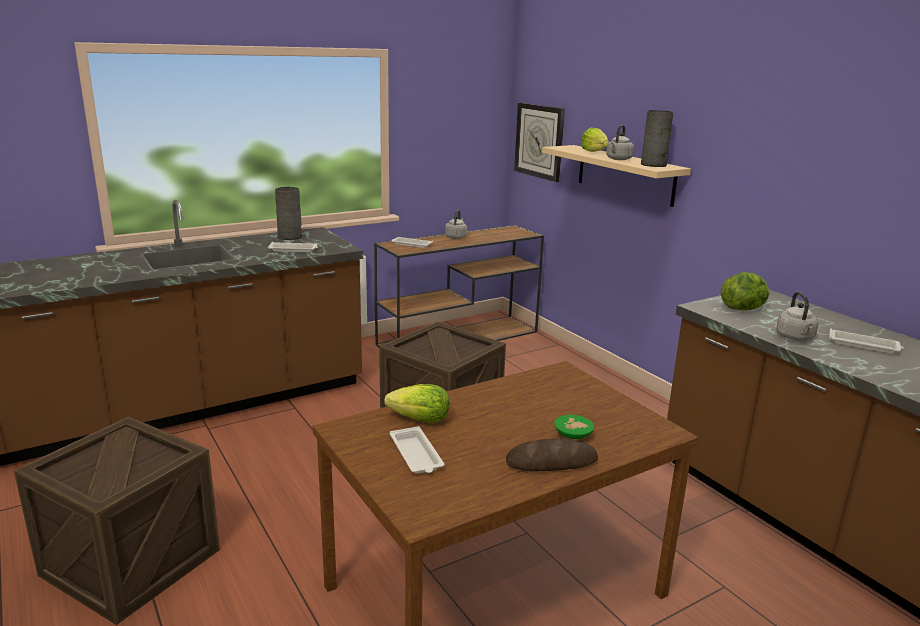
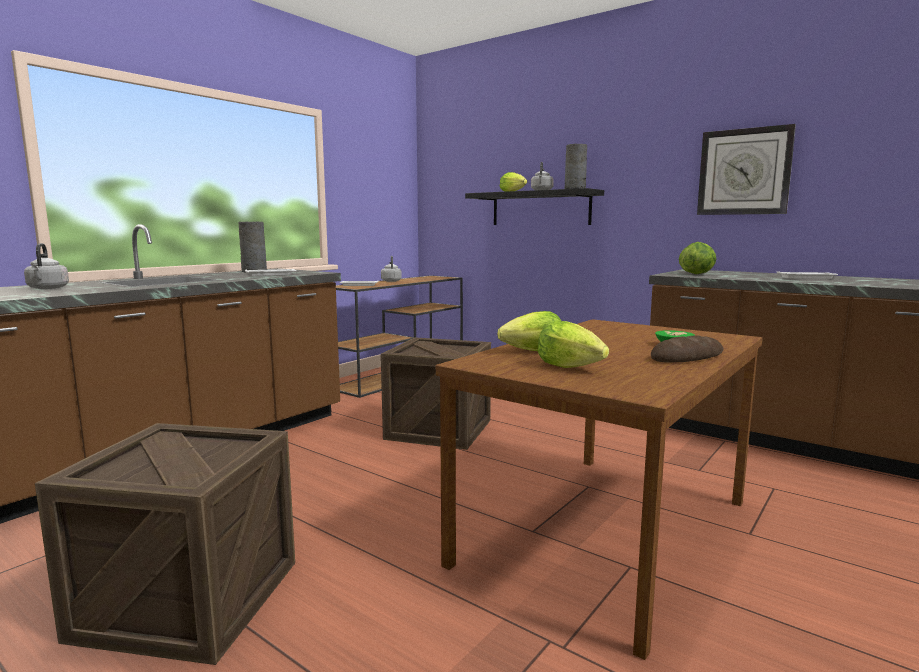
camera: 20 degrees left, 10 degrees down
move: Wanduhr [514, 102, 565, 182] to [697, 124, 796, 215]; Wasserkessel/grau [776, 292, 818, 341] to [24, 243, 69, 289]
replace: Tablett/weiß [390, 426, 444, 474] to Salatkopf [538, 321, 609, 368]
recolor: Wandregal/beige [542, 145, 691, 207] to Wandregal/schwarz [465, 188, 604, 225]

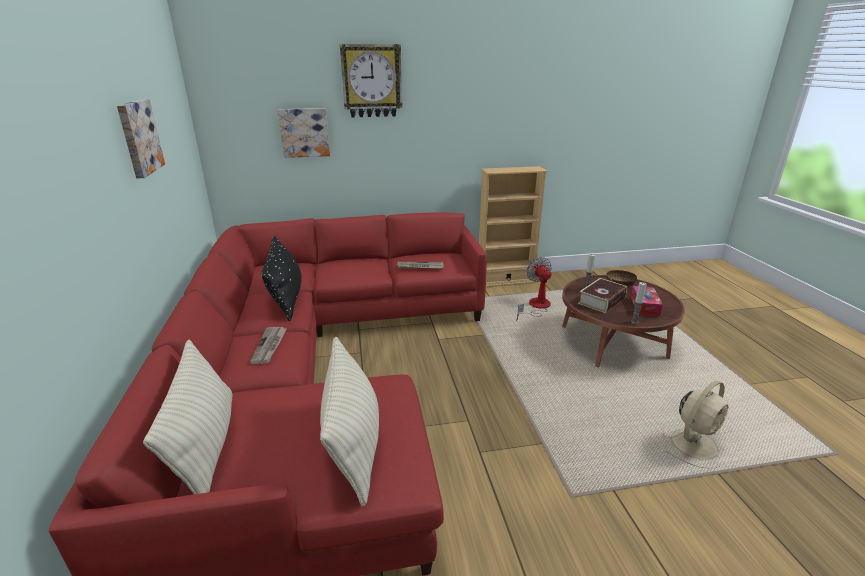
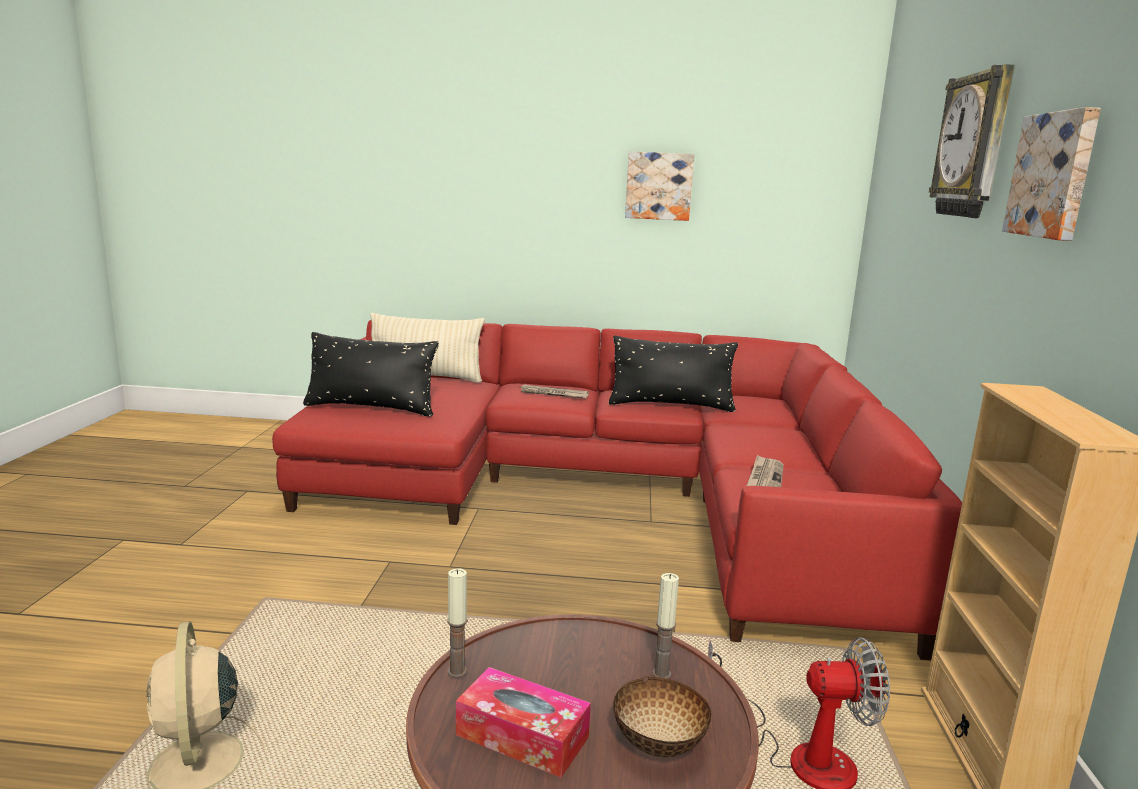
camera: 105 degrees right, 10 degrees down
delete: Buch [578, 278, 627, 313]
move: Bild [278, 108, 330, 158] to [1002, 107, 1101, 241]
recolor: Kissen/beige [320, 337, 379, 506] to Kissen/schwarz [303, 332, 439, 416]

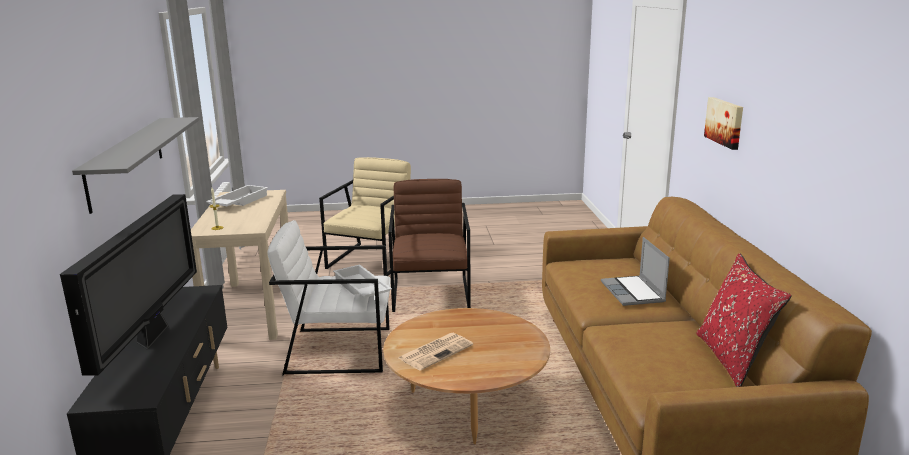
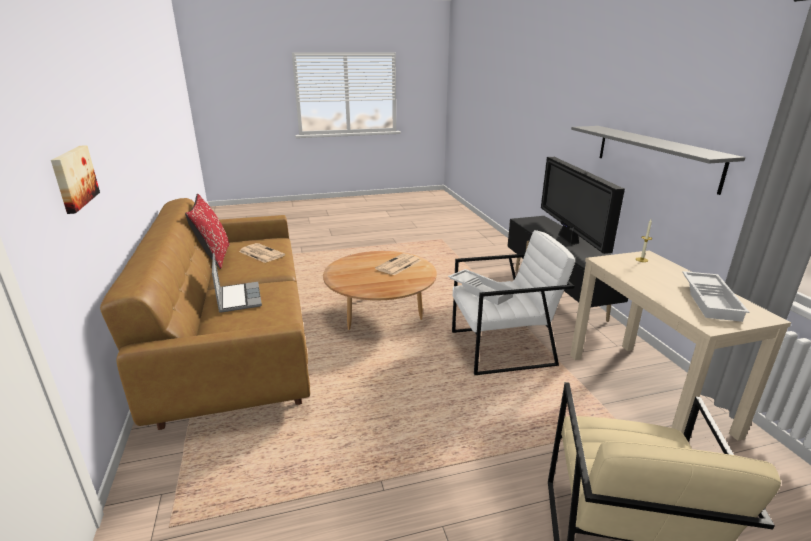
camera: 170 degrees right, 5 degrees up
delete: Sessel/braun [388, 179, 471, 312]
insert: Zeitung [239, 243, 285, 263]

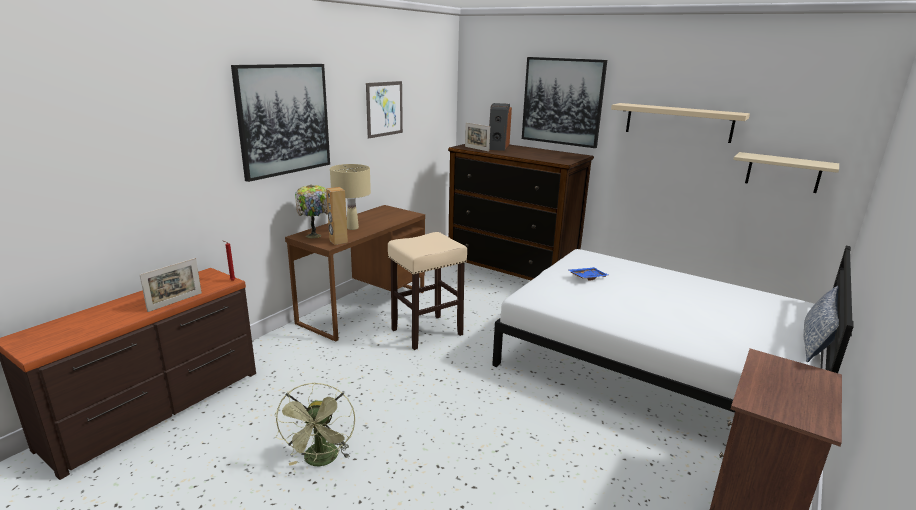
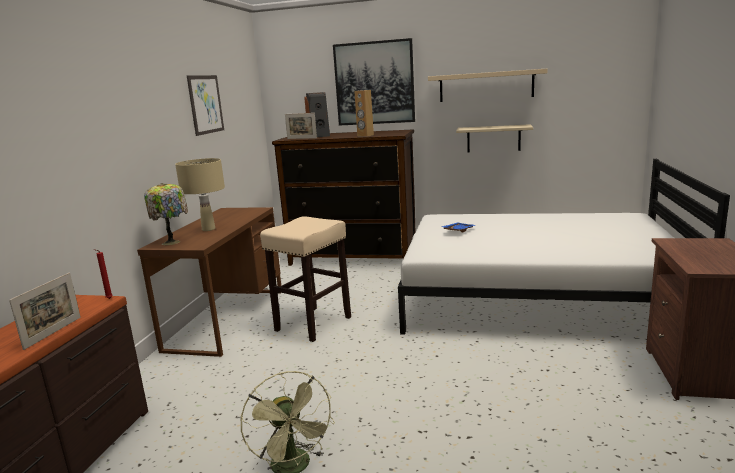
camera: 20 degrees left, 5 degrees down
delete: Bild [231, 64, 330, 182]; Kissen [804, 286, 839, 362]
move: Wandregal/beige [733, 152, 839, 193] to [456, 124, 533, 152]; Lautsprecher/braun [326, 187, 348, 245] to [354, 90, 374, 137]

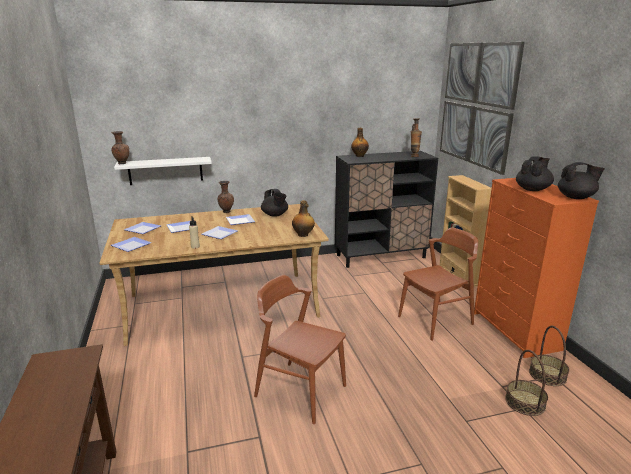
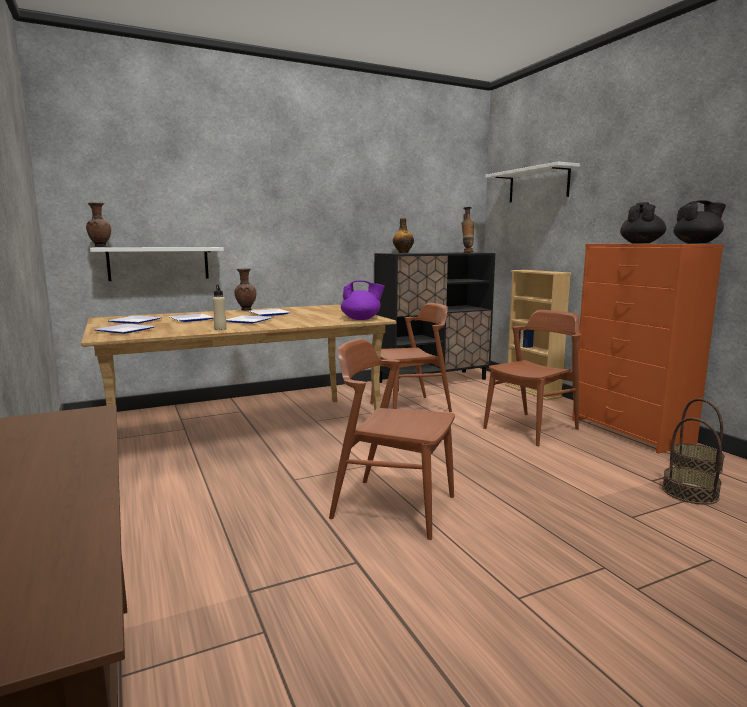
camera: 10 degrees left, 10 degrees down
delete: Teekanne/schwarz [261, 189, 288, 217]
insert: Stuhl/braun [370, 303, 452, 412]
replace: Bild [440, 42, 525, 175] to Wandregal/weiß [485, 162, 580, 203]; Flasche [292, 200, 315, 237] to Teekanne/lila [341, 280, 385, 320]

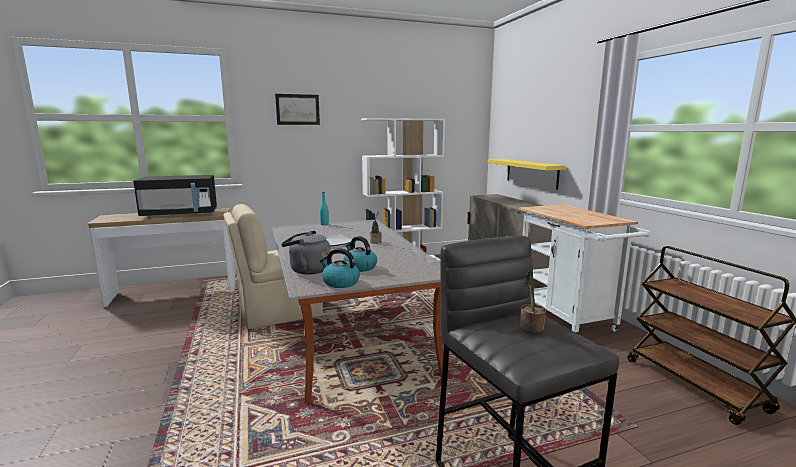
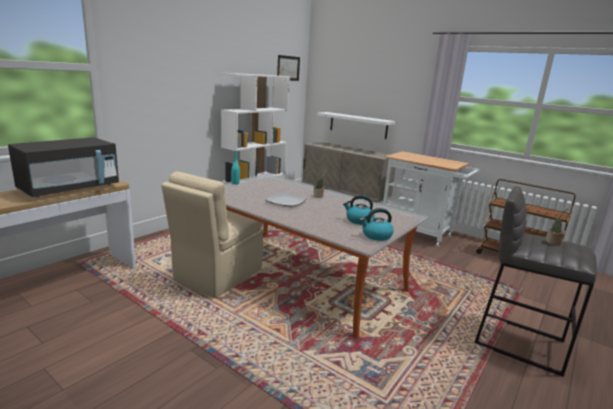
camera: 35 degrees left, 5 degrees up
delete: Wasserkessel/grau [281, 231, 331, 275]
move: Bild [275, 94, 320, 125] to [277, 55, 300, 81]
recolor: Wandregal/gelb [488, 159, 566, 190] to Wandregal/weiß [317, 112, 395, 139]

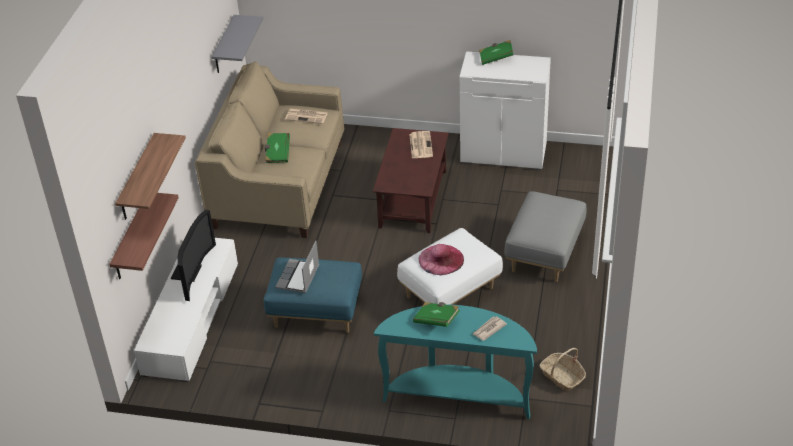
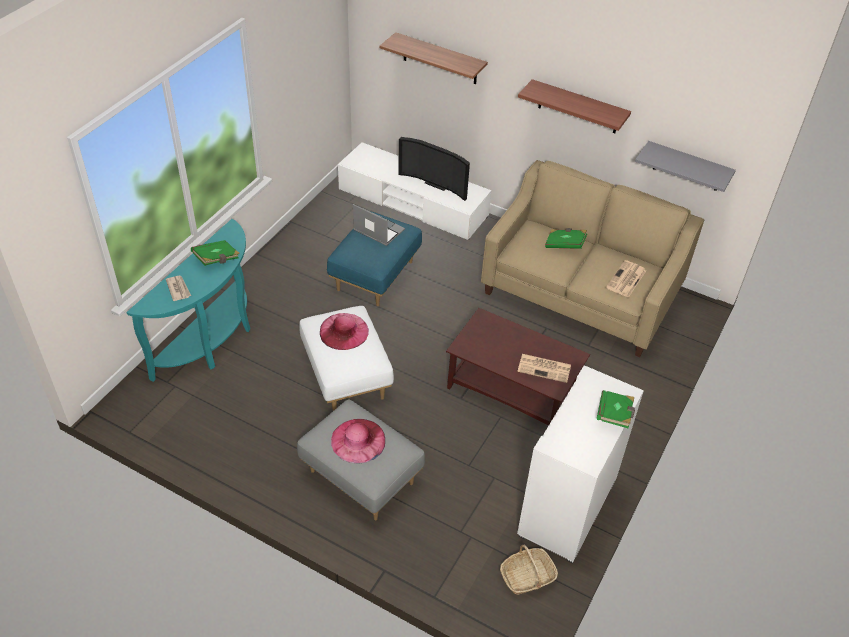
camera: 105 degrees right, 5 degrees up
insert: Hut/rosa [331, 419, 385, 463]
move: Wandregal [109, 193, 179, 279] to [518, 79, 631, 133]; Korb [539, 348, 586, 391] to [500, 544, 558, 595]

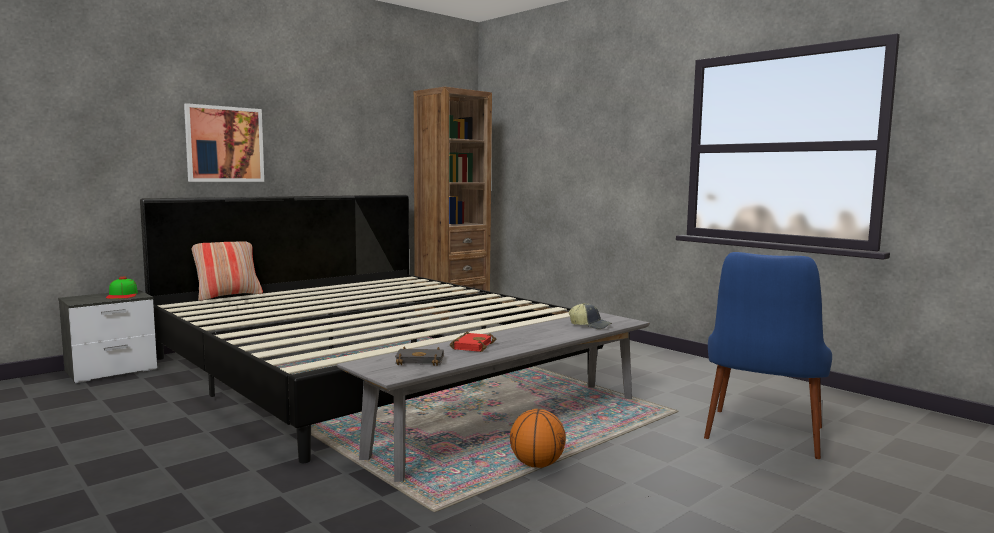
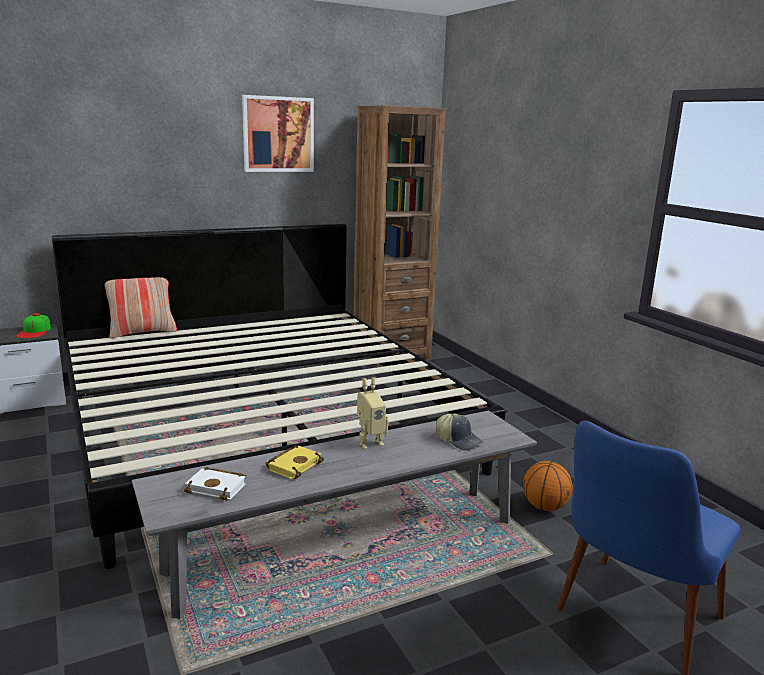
camera: 15 degrees right, 10 degrees up
insert: Spielzeugroboter [357, 377, 388, 449]
move: Bild [184, 103, 264, 182] to [242, 95, 314, 172]; Basketball [510, 409, 566, 468] to [523, 461, 573, 511]
recolor: Buch/rot [450, 331, 496, 352] to Buch/gelb [265, 445, 324, 479]; Buch/schwarz [395, 347, 443, 366] to Buch/weiß [184, 467, 246, 501]

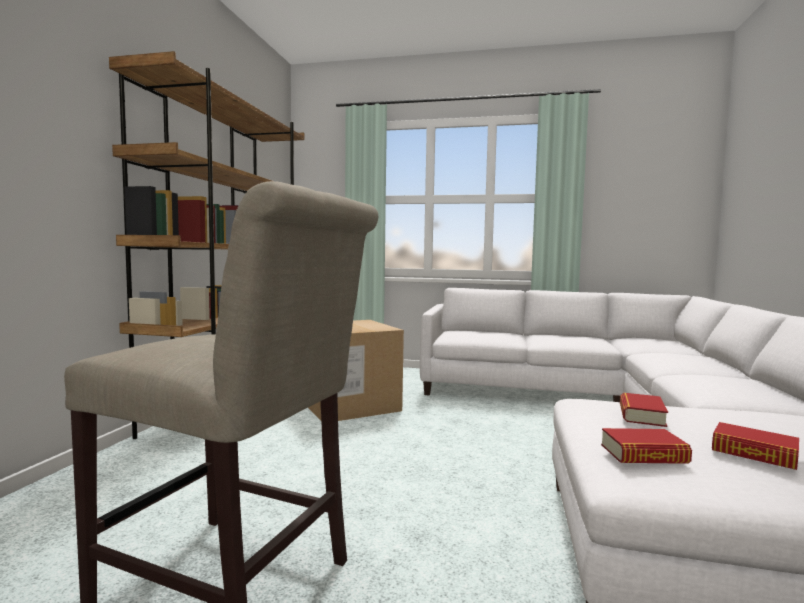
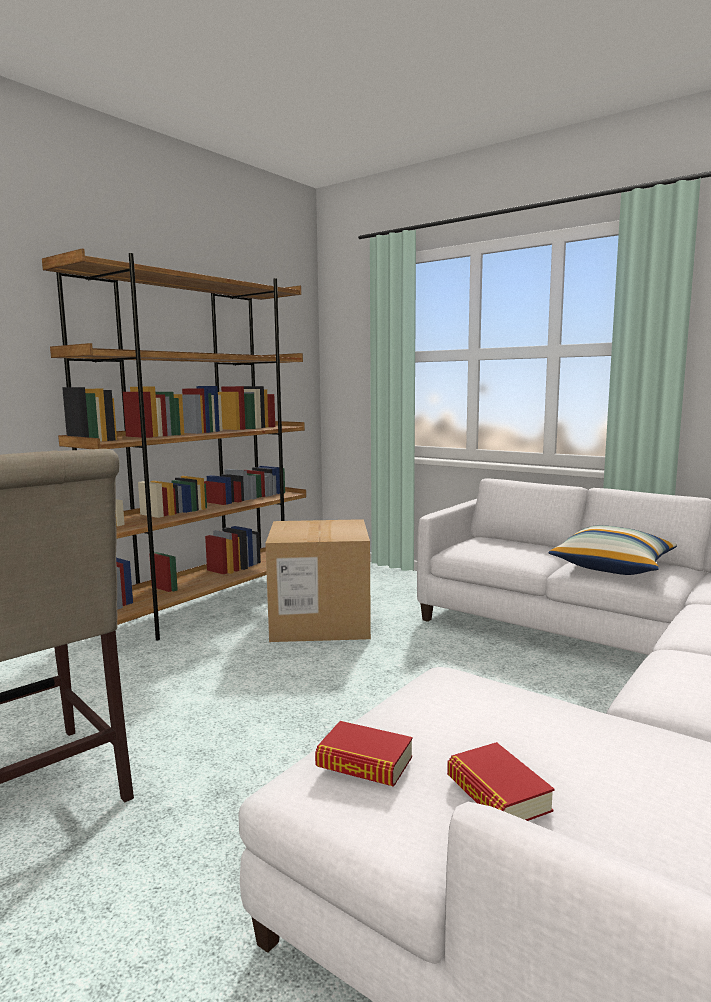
camera: 25 degrees right, 5 degrees up
delete: Buch [620, 392, 668, 427]
insert: Kissen [549, 525, 677, 575]

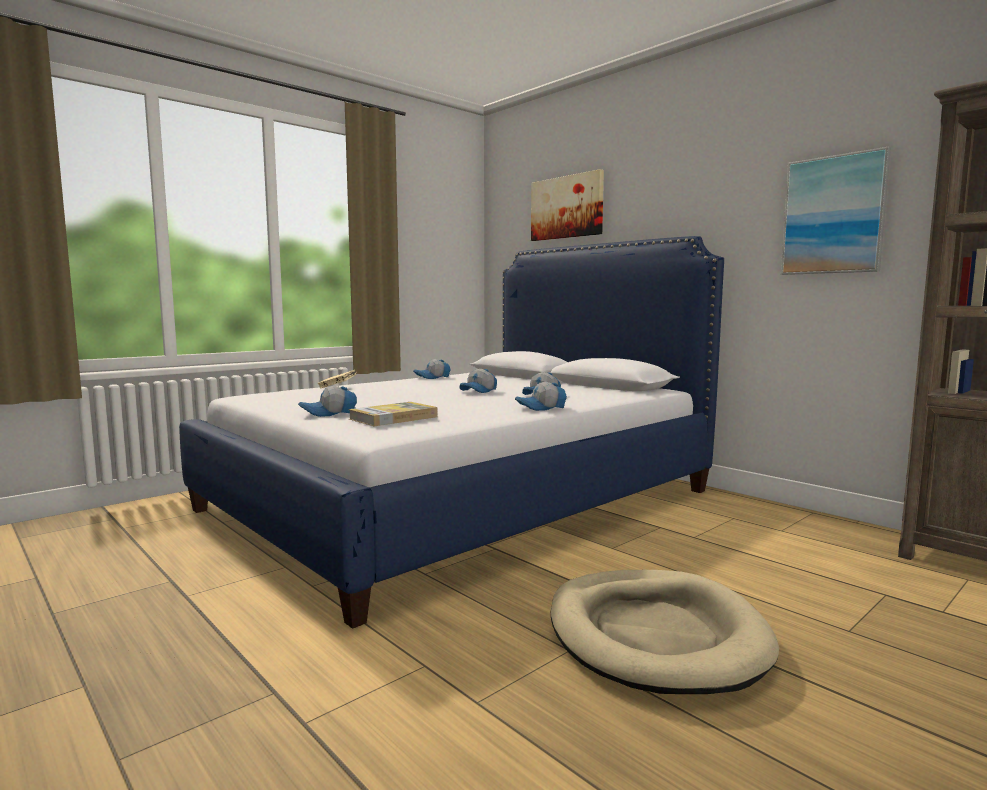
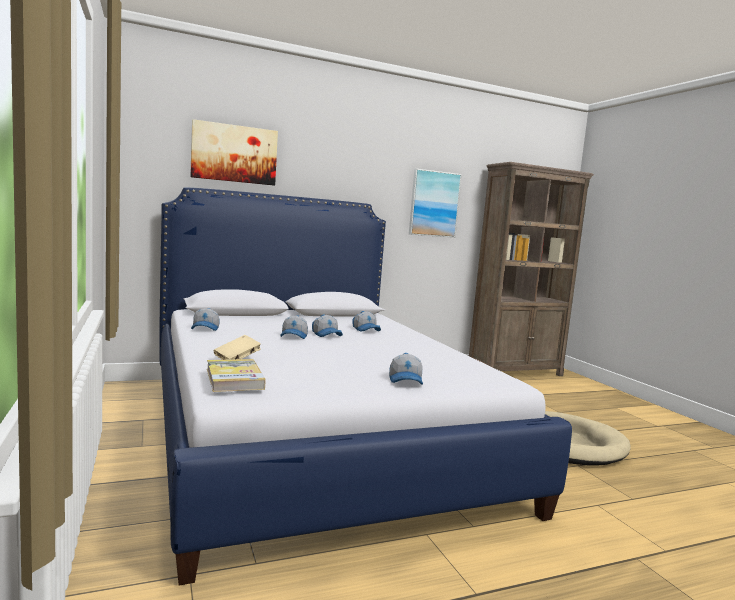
camera: 70 degrees left, 0 degrees up
move: Kappe [515, 382, 567, 411] to [281, 315, 308, 339]; Buch [349, 402, 438, 426] to [207, 359, 266, 392]

